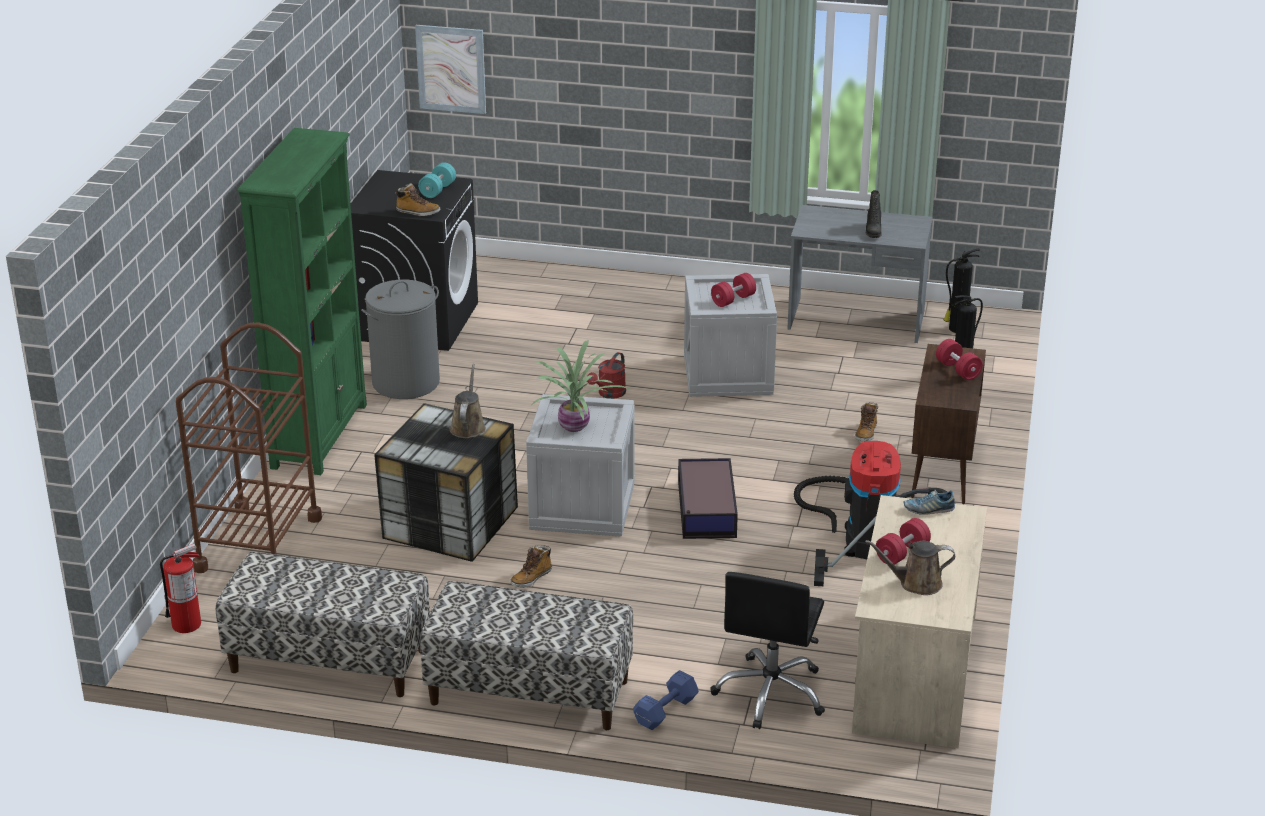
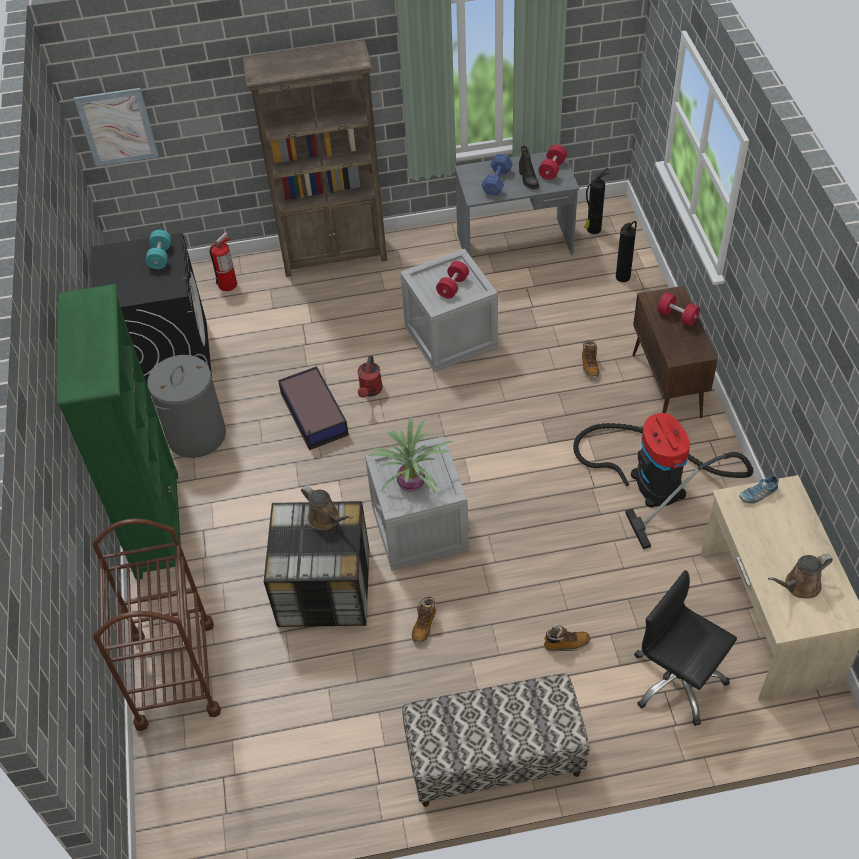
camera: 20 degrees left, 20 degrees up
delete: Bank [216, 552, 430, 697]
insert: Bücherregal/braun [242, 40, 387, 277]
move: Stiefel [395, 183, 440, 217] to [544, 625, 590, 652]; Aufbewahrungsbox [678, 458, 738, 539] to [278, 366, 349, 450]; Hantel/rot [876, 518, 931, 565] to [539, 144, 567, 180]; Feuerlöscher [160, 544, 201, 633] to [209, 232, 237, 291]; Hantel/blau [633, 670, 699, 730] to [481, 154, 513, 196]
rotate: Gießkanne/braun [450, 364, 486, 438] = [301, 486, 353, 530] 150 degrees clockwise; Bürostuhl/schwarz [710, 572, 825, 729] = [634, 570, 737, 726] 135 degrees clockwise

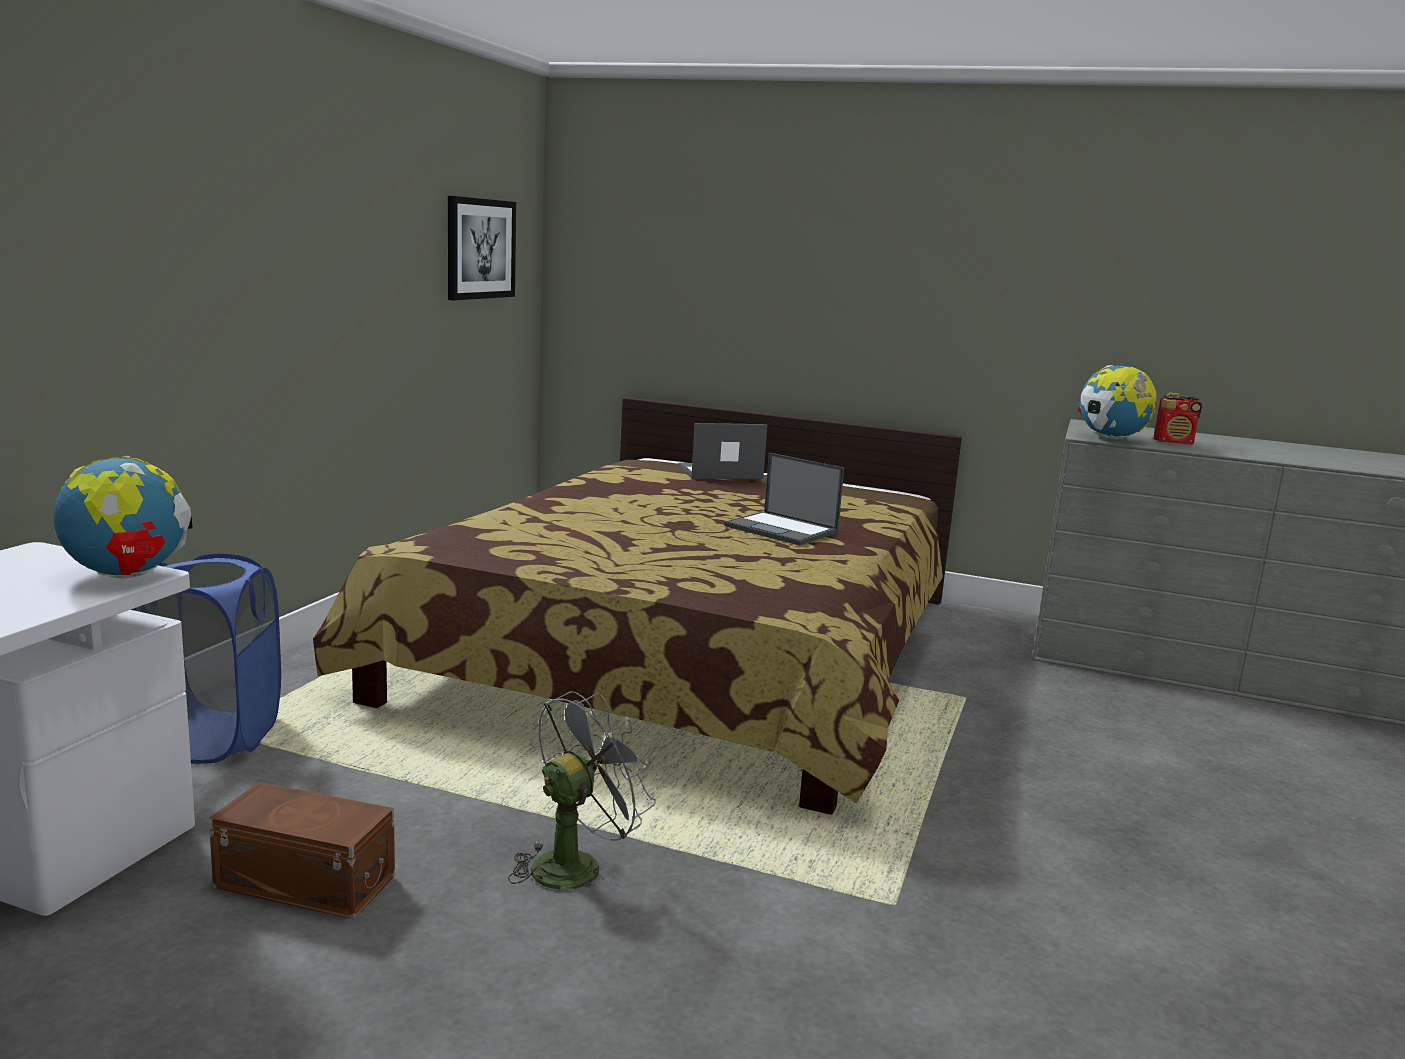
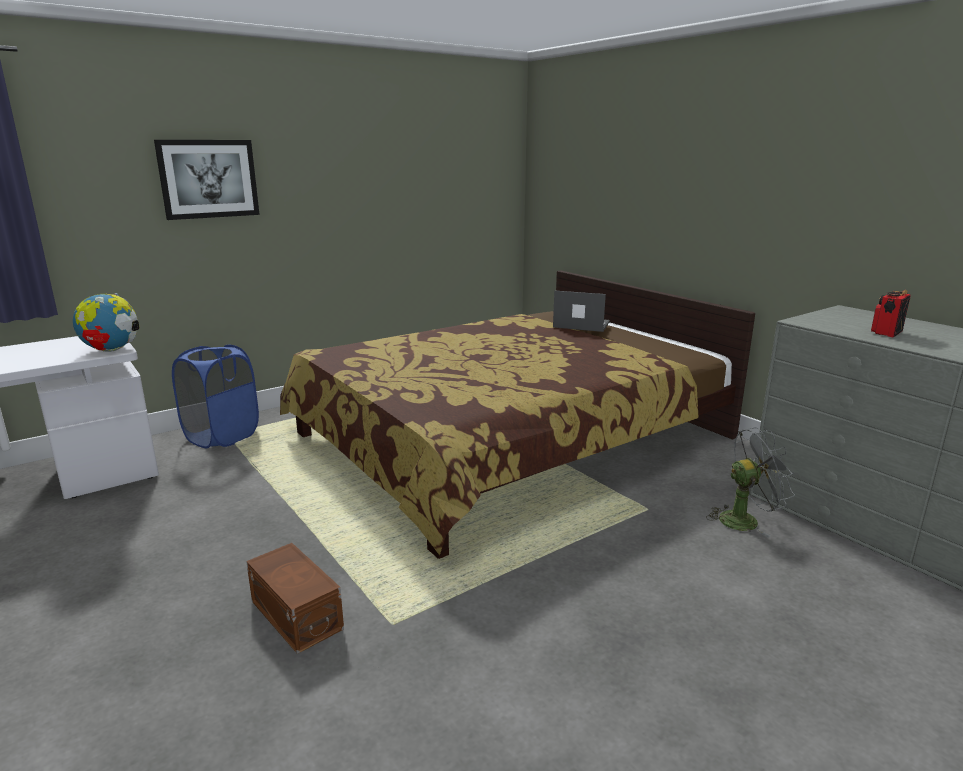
camera: 35 degrees right, 5 degrees up
delete: Globus [1078, 365, 1157, 439]; Laptop [725, 452, 844, 546]
move: Bild [448, 196, 516, 300] to [154, 140, 260, 220]; Ventilator/grau [508, 691, 656, 890] to [706, 427, 795, 537]; Aufbewahrungsbox/braun [209, 782, 395, 919] to [246, 543, 344, 654]
rotate: Radio [1154, 393, 1202, 445] = [871, 290, 911, 337] 90 degrees clockwise

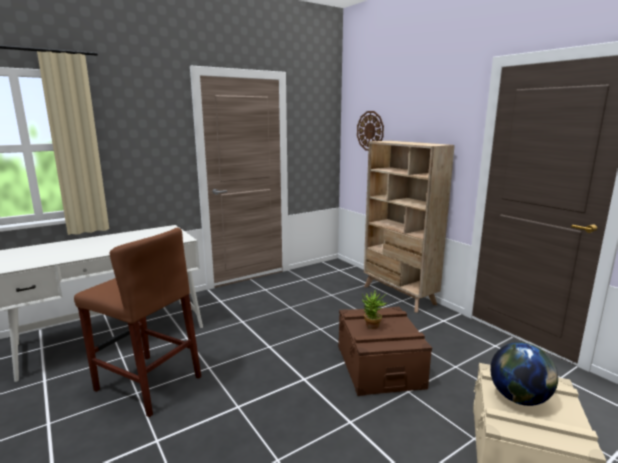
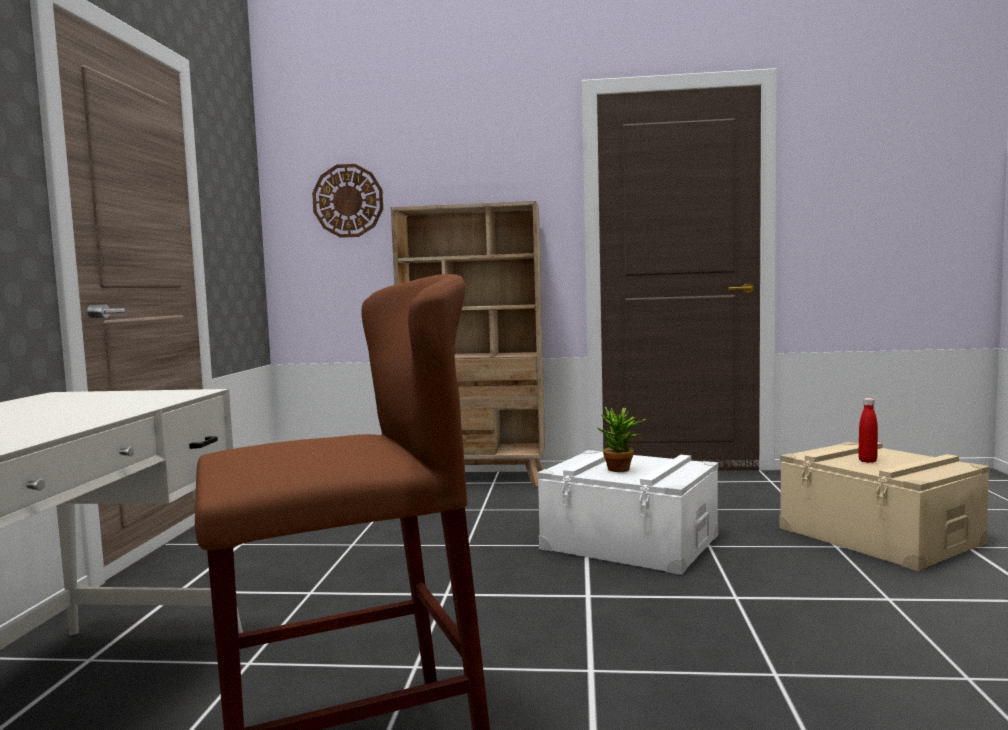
camera: 50 degrees left, 10 degrees down
replace: Globus [490, 342, 558, 406] to Flasche/rot [858, 398, 878, 463]
recolor: Aufbewahrungsbox/braun [338, 307, 432, 396] to Aufbewahrungsbox/weiß [537, 450, 718, 575]

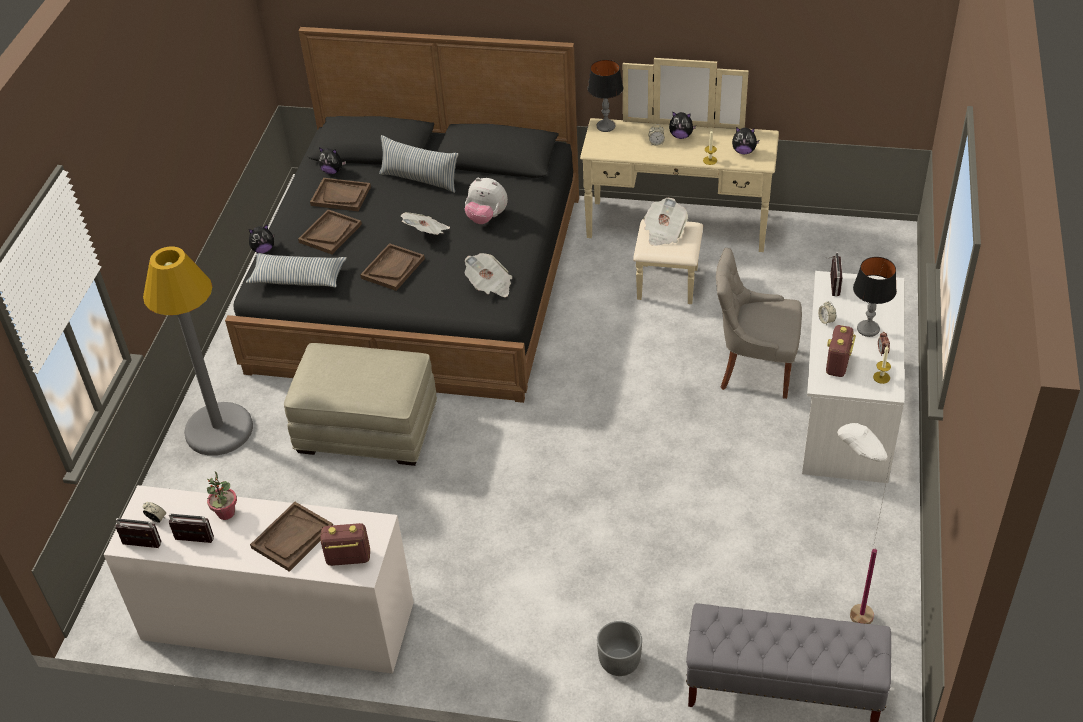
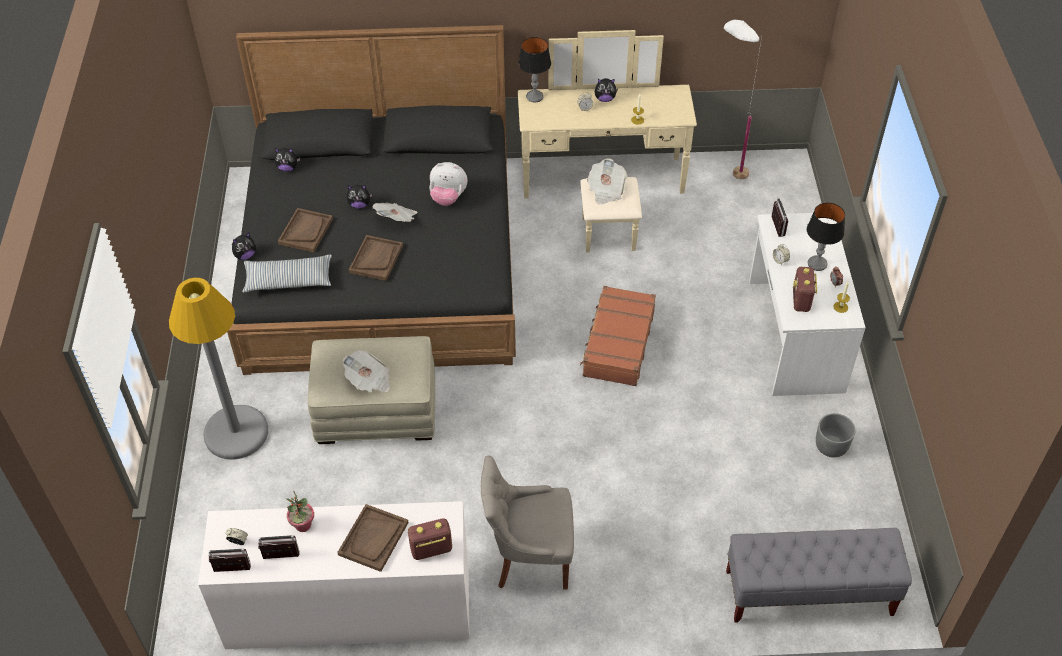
camera: 15 degrees left, 5 degrees up
delete: Kissen [379, 135, 459, 193]; Tablett/braun [310, 178, 371, 211]
insert: Koffer/braun [580, 286, 656, 386]
move: Plüschtier [732, 127, 759, 154] to [347, 184, 372, 209]; Stuhl/grau [716, 248, 802, 399] to [481, 456, 574, 590]; Zeitung [464, 253, 512, 297] to [342, 350, 390, 393]; Stehlampe/weiß [837, 423, 892, 624] to [724, 20, 762, 179]; Pflanzkübel/grau [597, 621, 642, 676] to [816, 413, 856, 458]

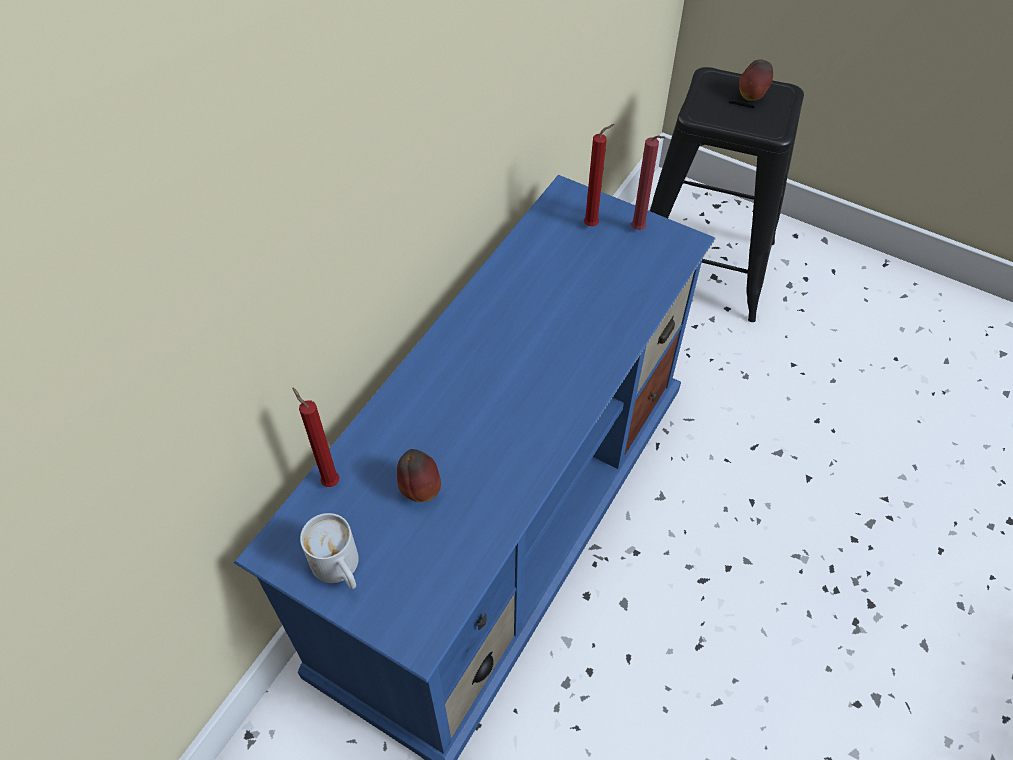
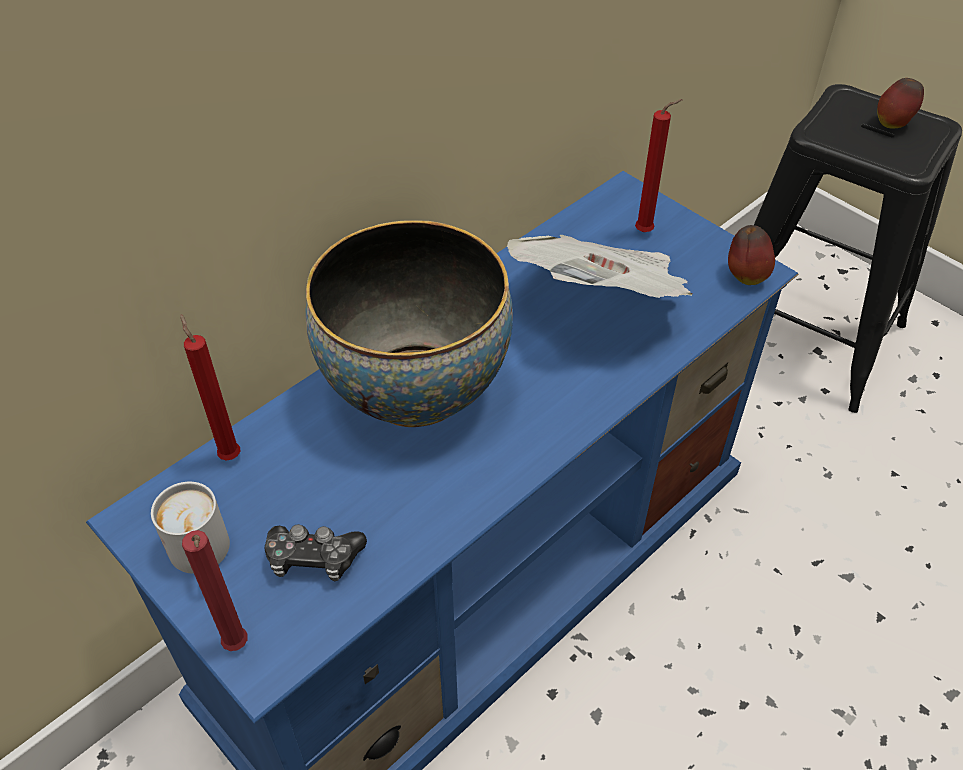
camera: 15 degrees right, 5 degrees down
insert: Schüssel [306, 220, 513, 427]; Zeitung [507, 235, 692, 298]; Gamepad [265, 524, 367, 581]
move: Kerze/rot [631, 135, 665, 230] to [182, 530, 248, 651]; Apfel [397, 449, 441, 502] to [728, 225, 775, 285]

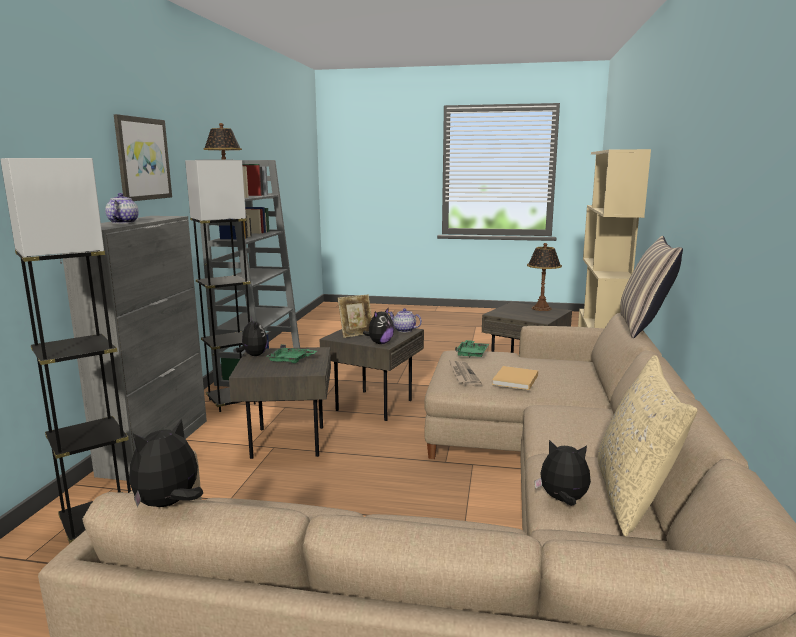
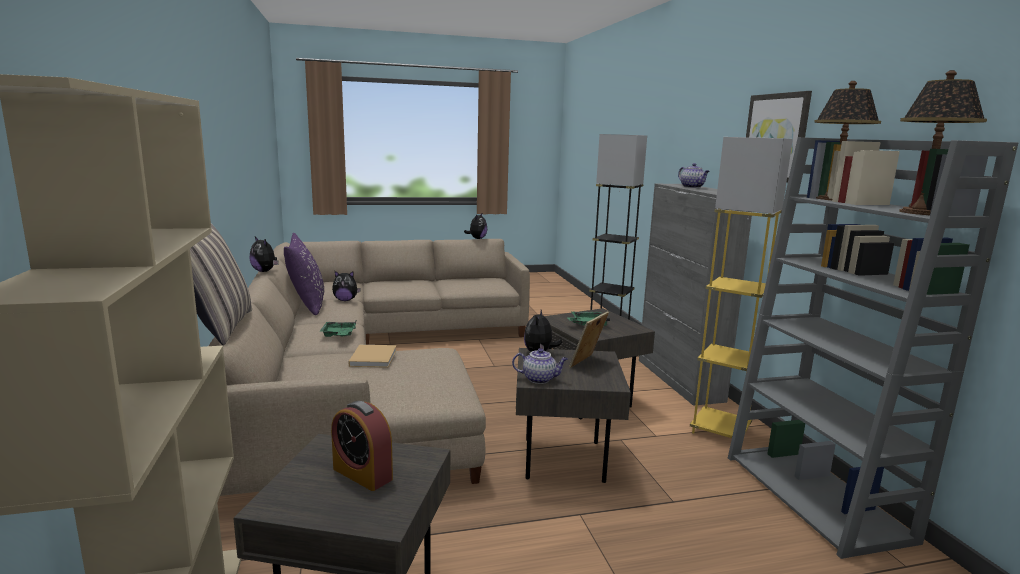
camera: 155 degrees right, 0 degrees up
delete: Zeitung [449, 360, 482, 386]
insert: Wecker [331, 401, 393, 491]
move: Tischlampe [527, 243, 562, 311] to [899, 70, 987, 215]; Plüschtier [236, 317, 268, 356] to [250, 237, 279, 272]; Tablett/grün [455, 340, 489, 358] to [320, 321, 356, 337]
recolor: Stehlampe/grau [185, 160, 256, 412] to Stehlampe/gelb [690, 137, 793, 438]; Kissen/beige [598, 355, 697, 536] to Kissen/lila [284, 233, 324, 315]

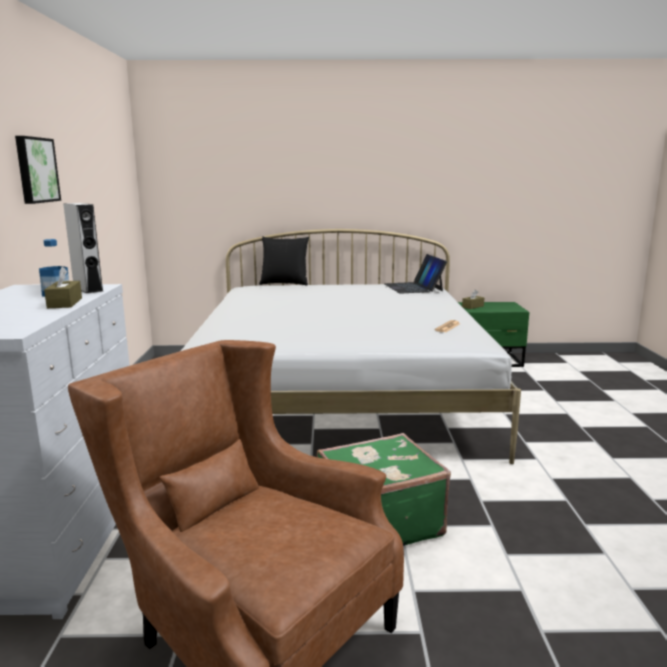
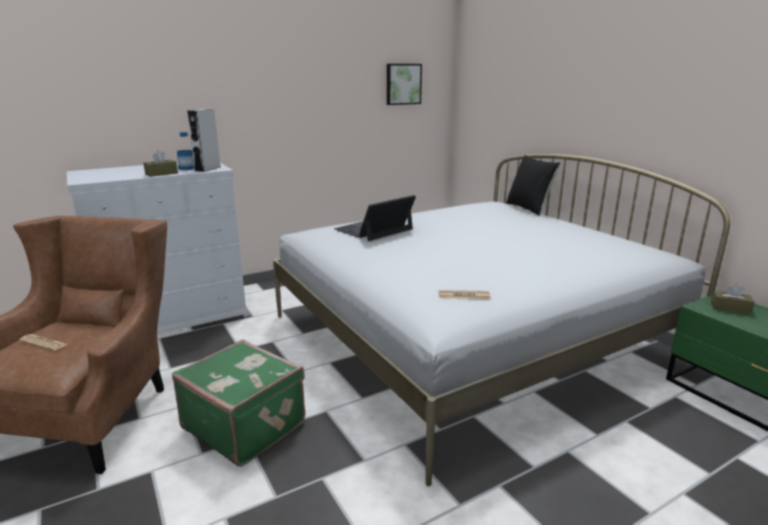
camera: 60 degrees right, 5 degrees up
insert: Zeitung [19, 334, 68, 351]
move: Bild [15, 136, 61, 204] to [387, 64, 422, 105]; Laptop [385, 254, 447, 294] to [334, 195, 416, 241]

